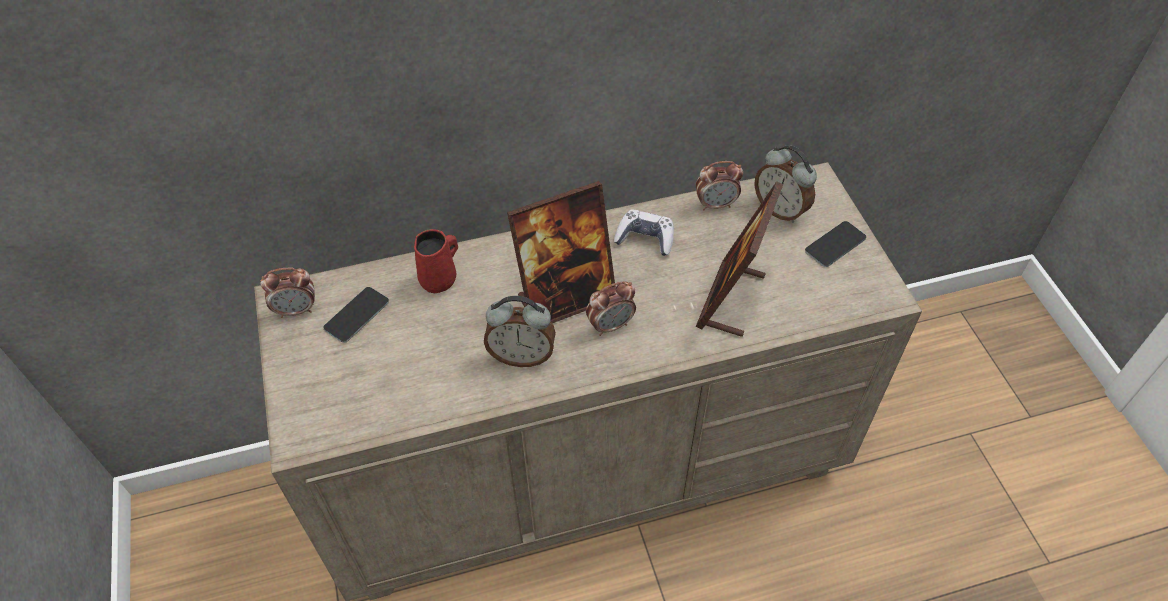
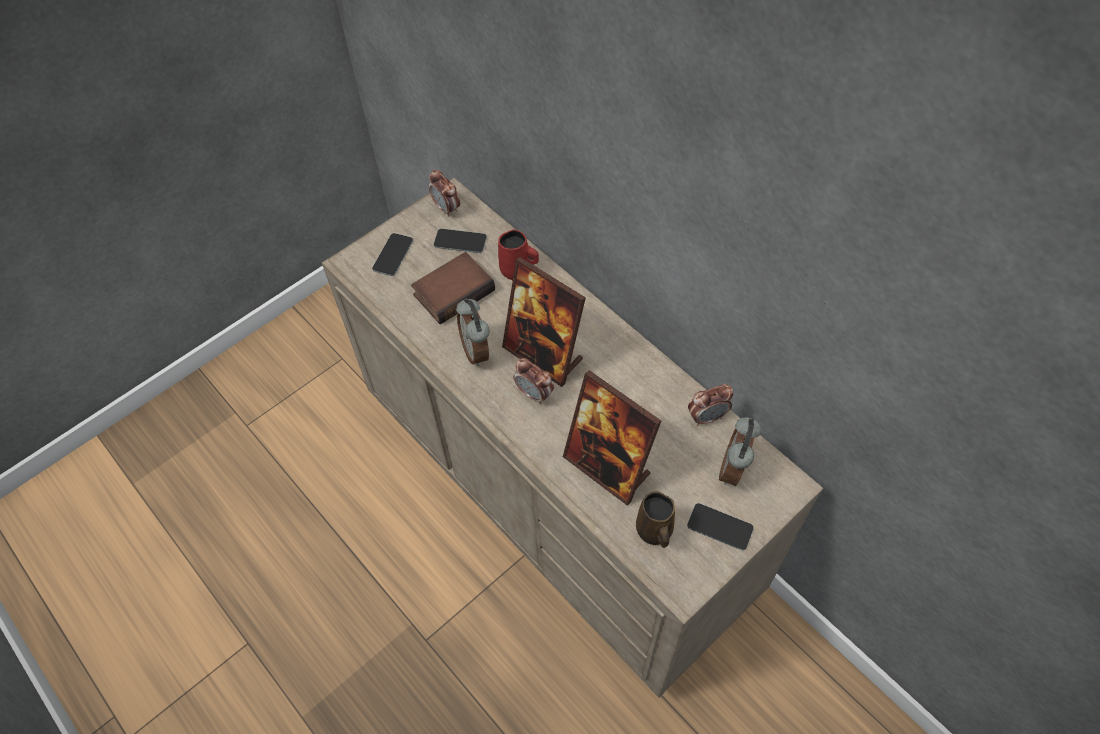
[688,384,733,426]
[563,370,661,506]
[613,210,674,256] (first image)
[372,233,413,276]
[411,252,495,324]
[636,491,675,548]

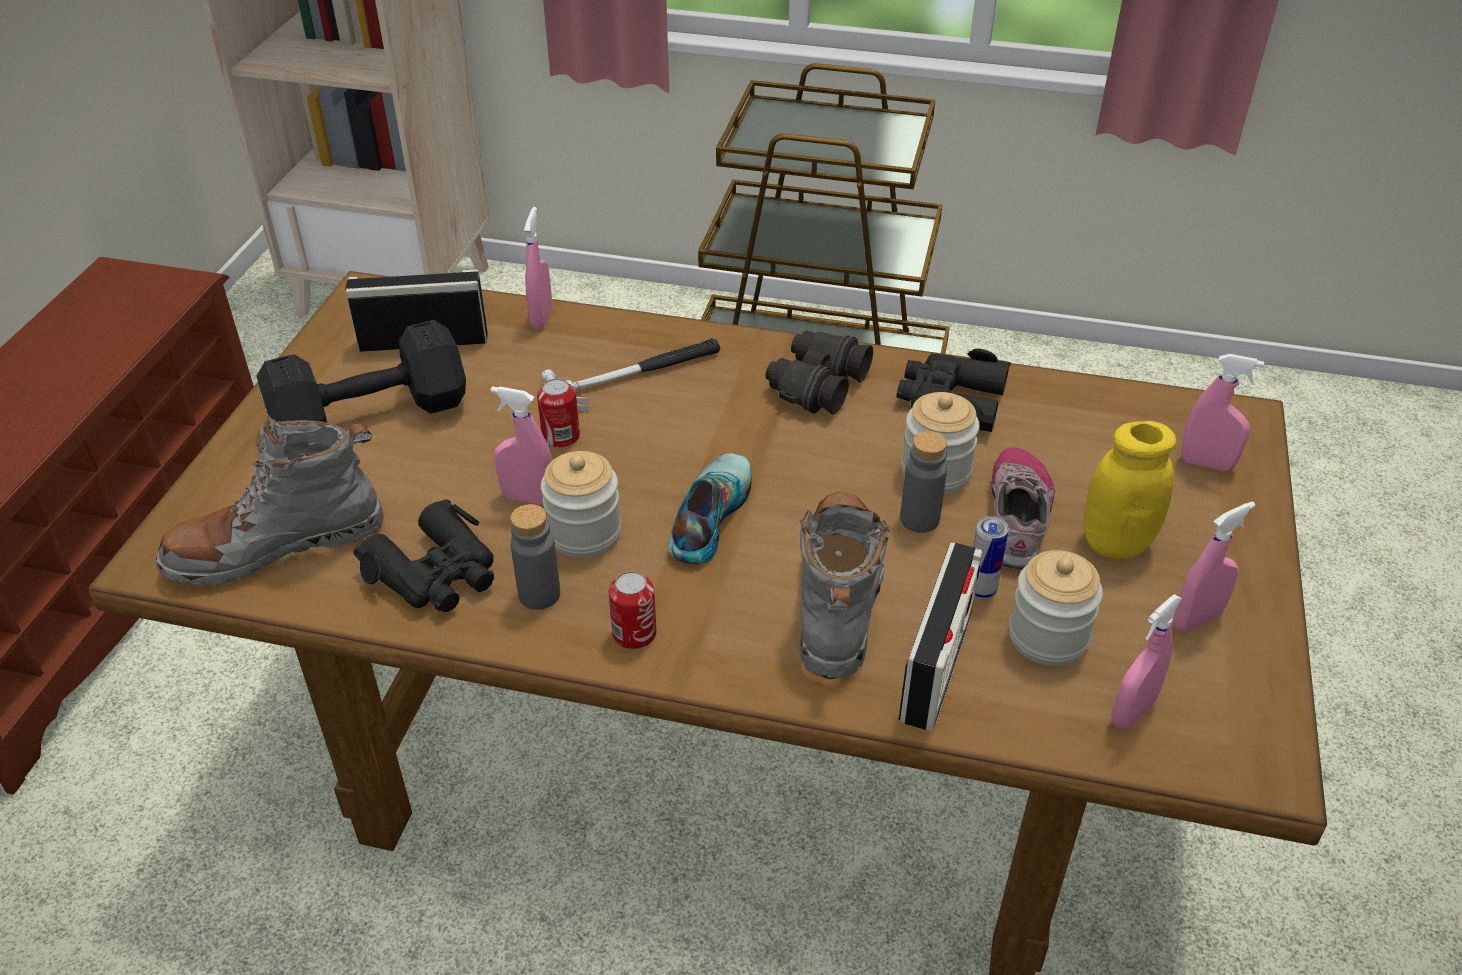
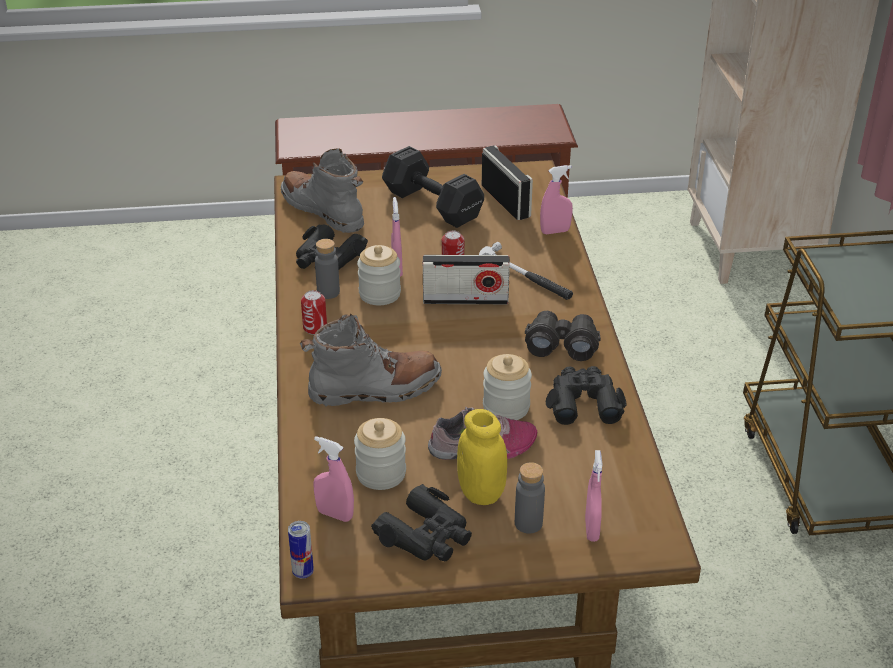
[515,462,545,534]
[668,453,752,564] (first image)
[371,484,472,561]
[288,521,314,579]
[423,255,510,304]

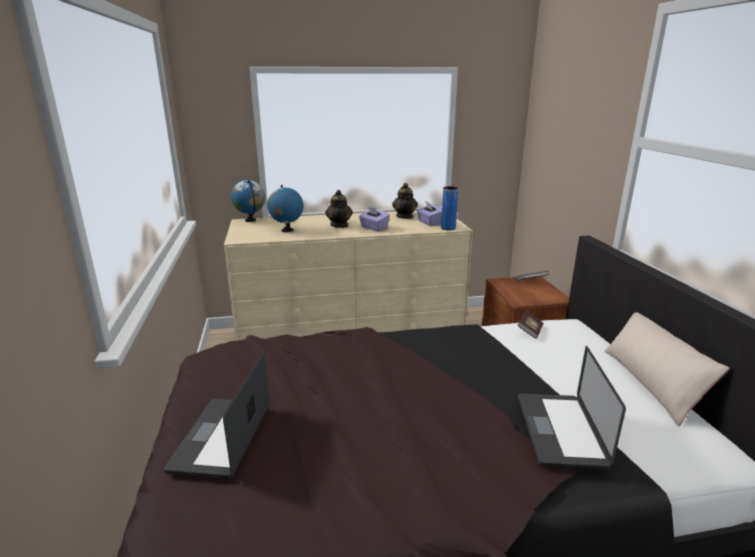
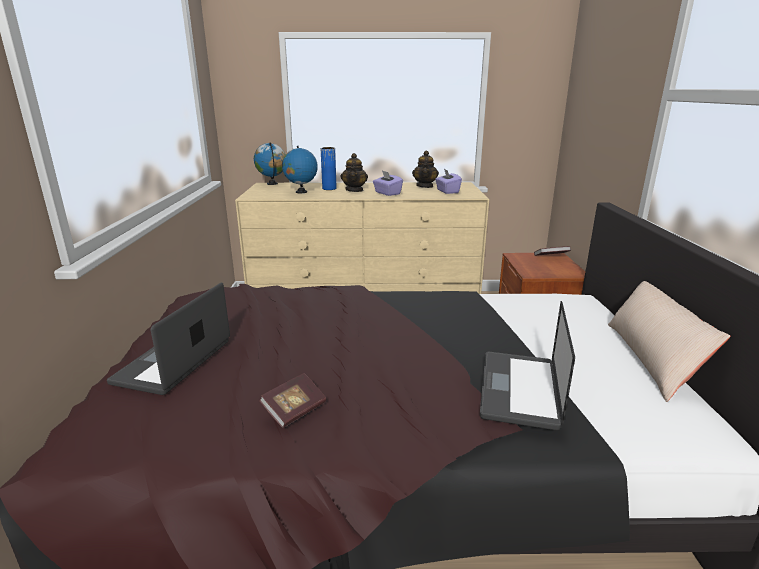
[321,147,337,190]
[259,373,326,428]

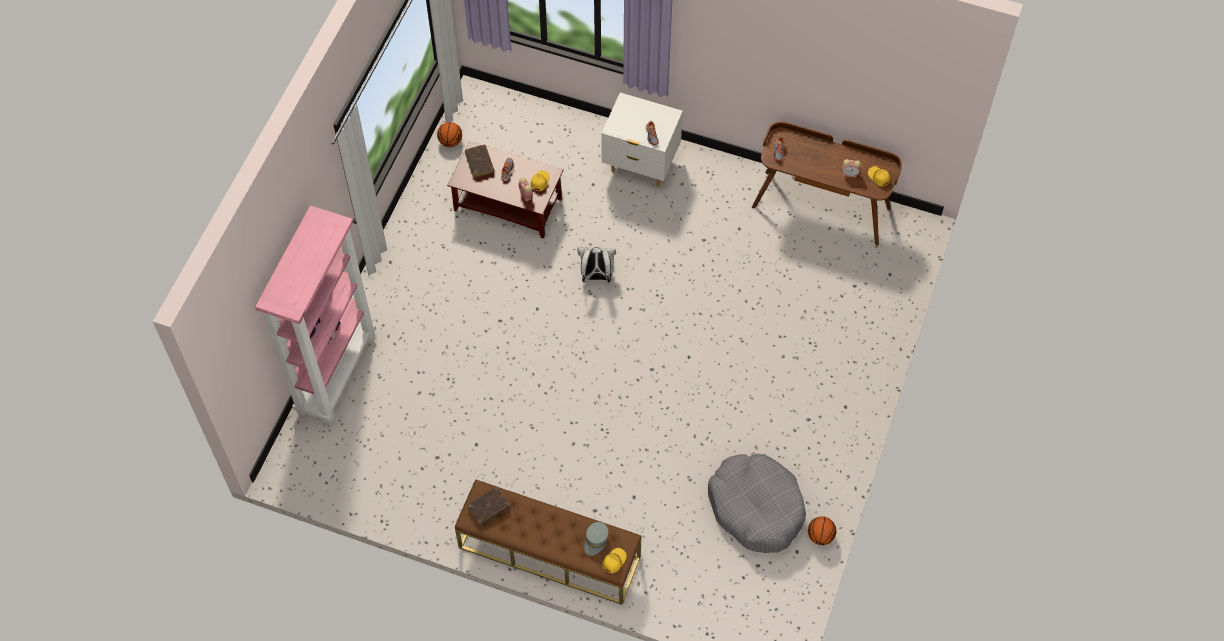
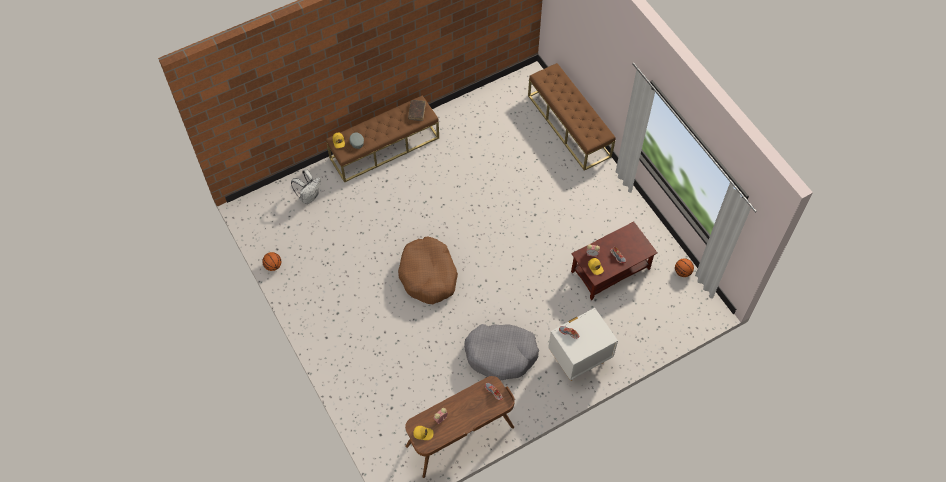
[465,145,494,178] (first image)
[528,63,616,171]
[291,169,321,204]
[464,324,539,380]
[398,236,458,304]

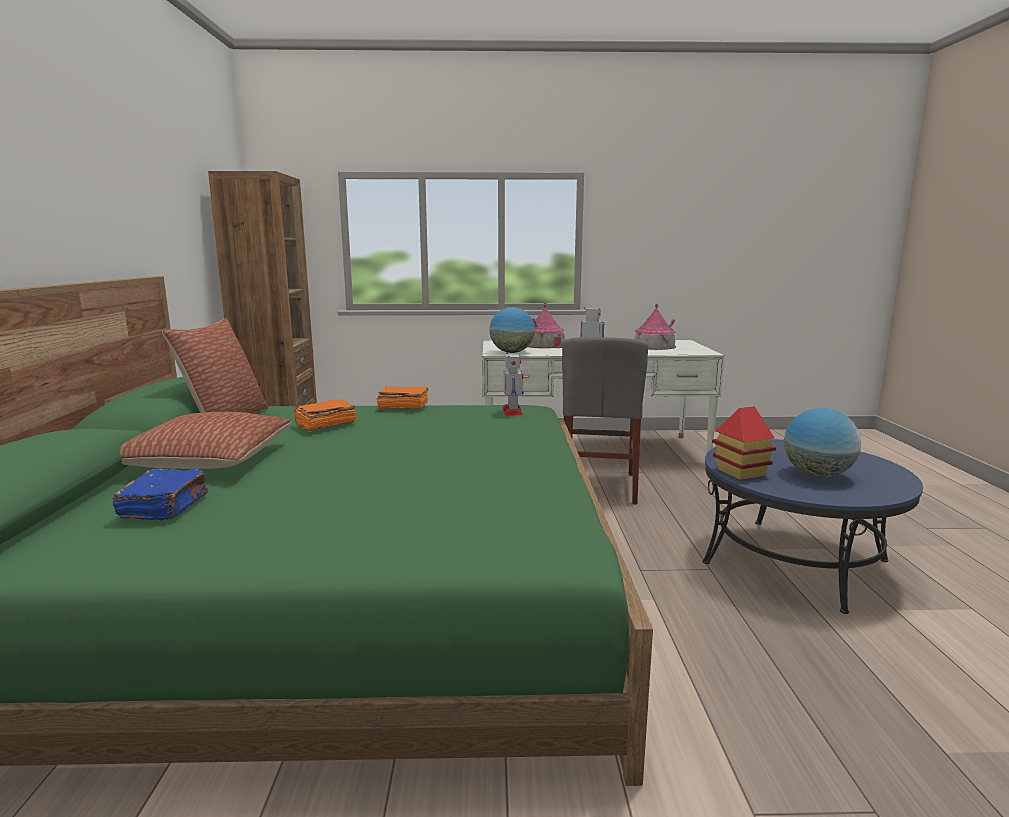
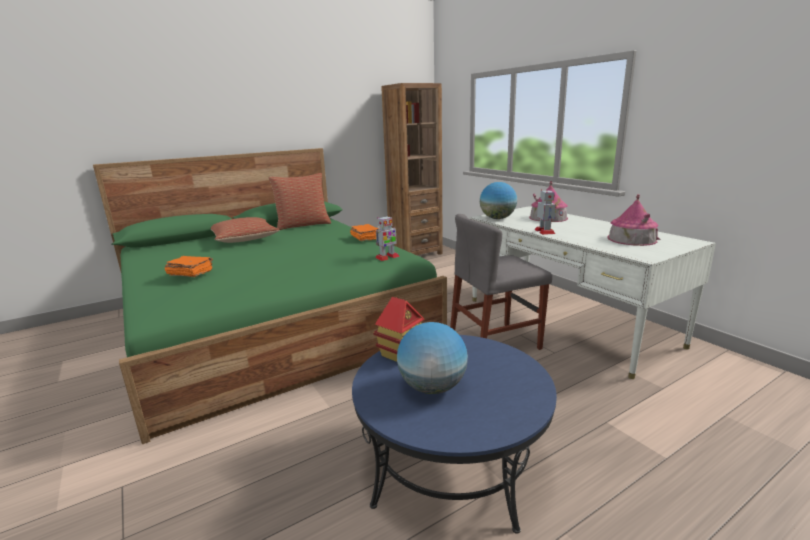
[165,256,213,277]
[112,469,208,520] (first image)

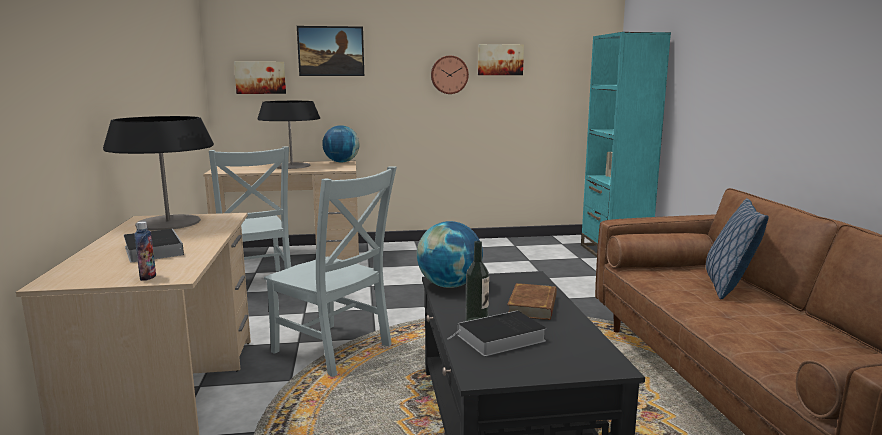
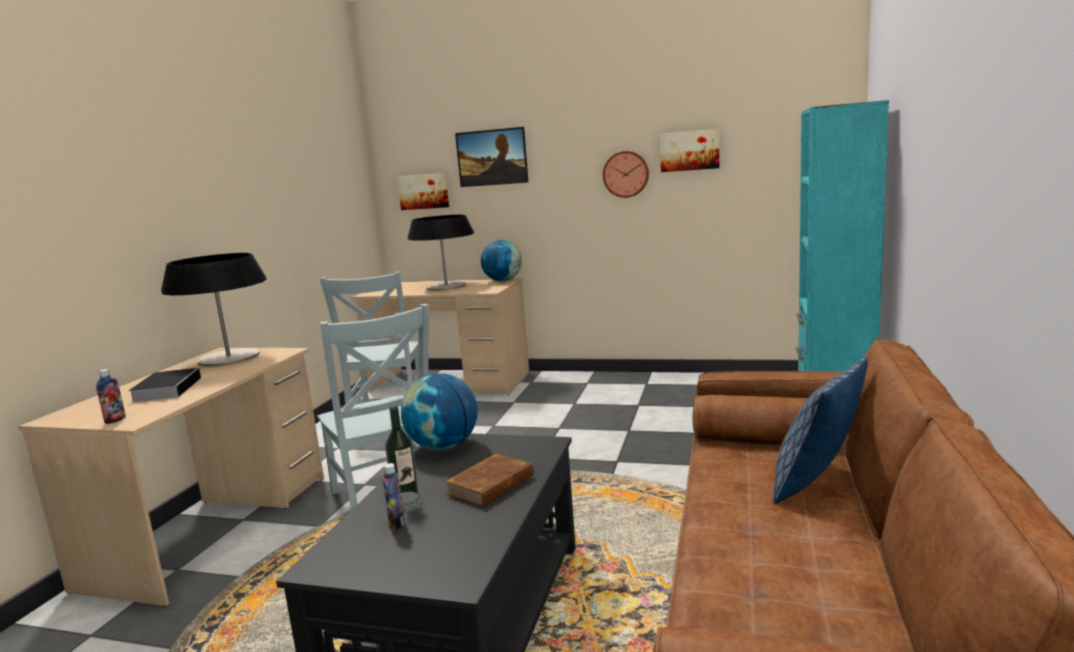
[383,463,405,530]

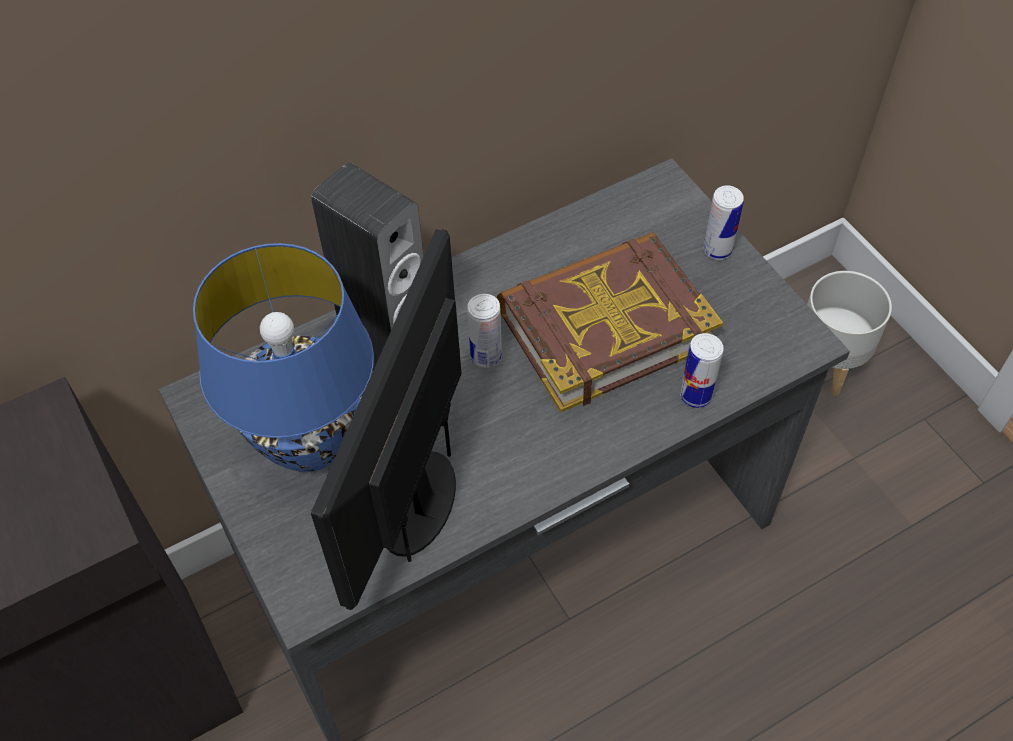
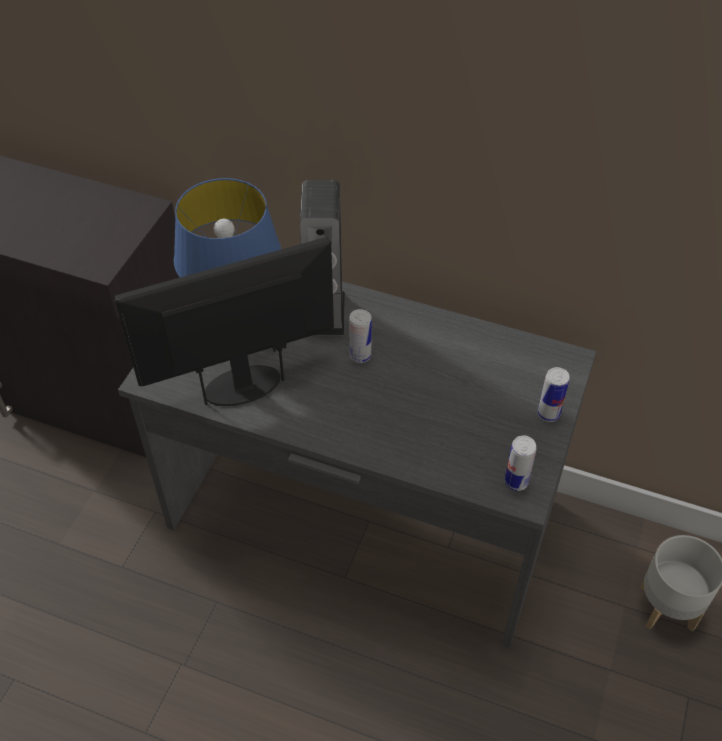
[497,232,723,412] (first image)
[505,435,536,491]

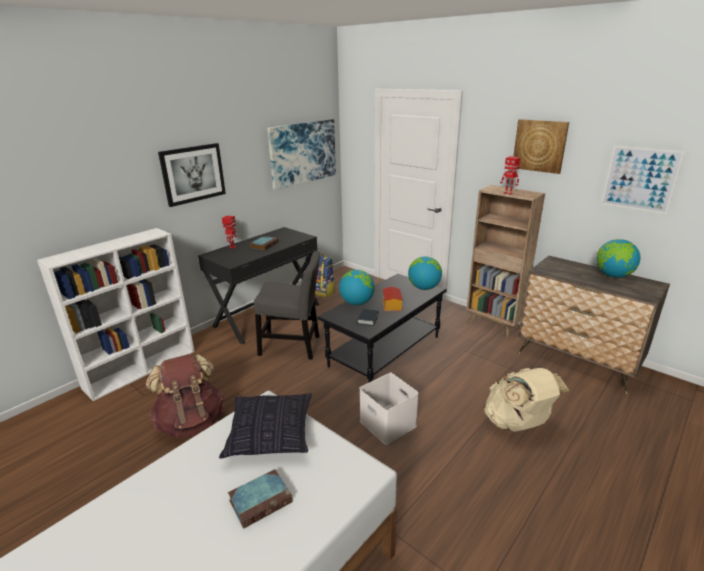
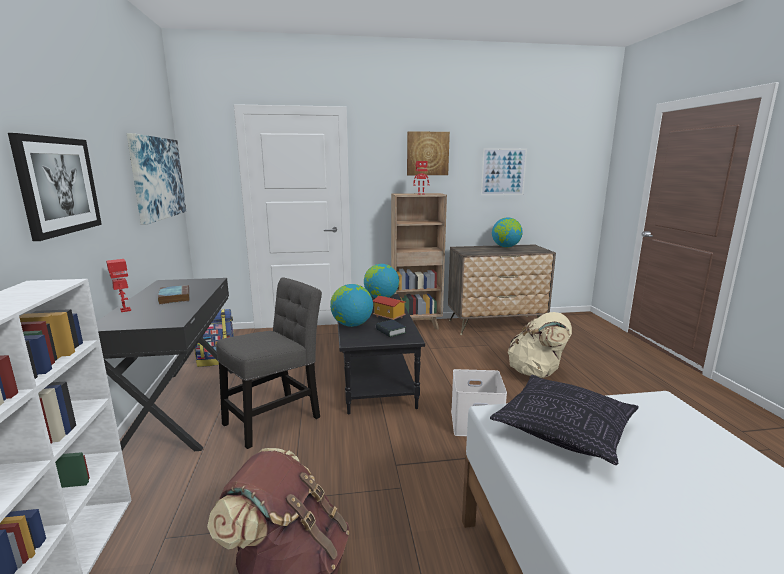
[228,469,292,529] (first image)

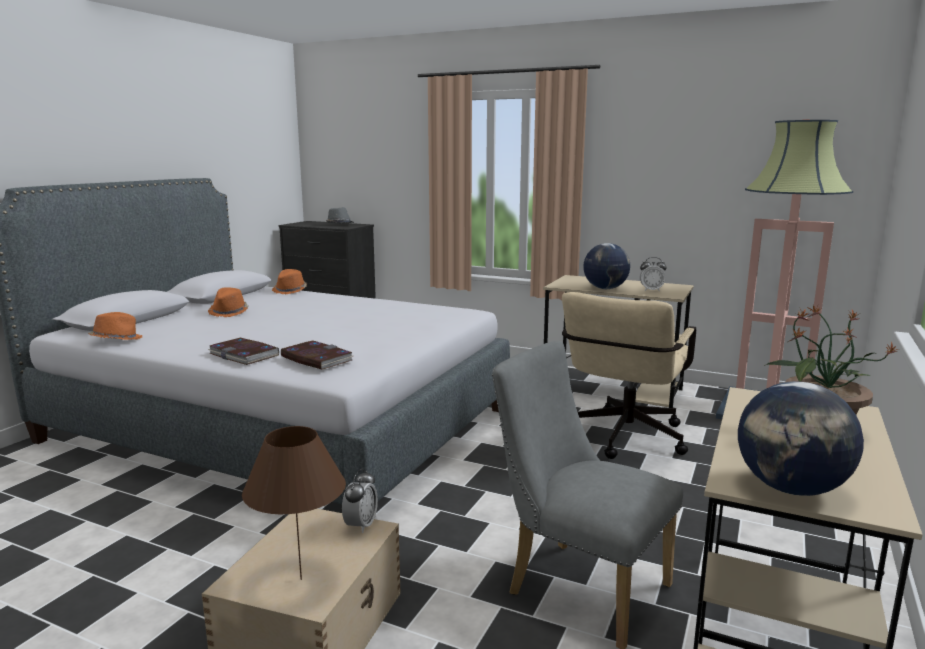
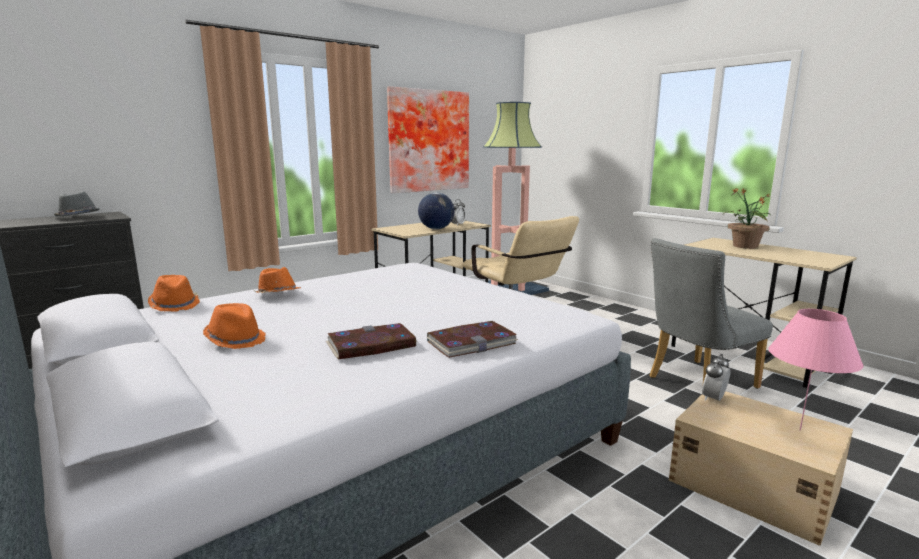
[254,267,301,293]
[326,323,417,359]
[738,381,864,496] (first image)
[768,309,864,431]
[702,354,731,401]
[387,86,469,193]

